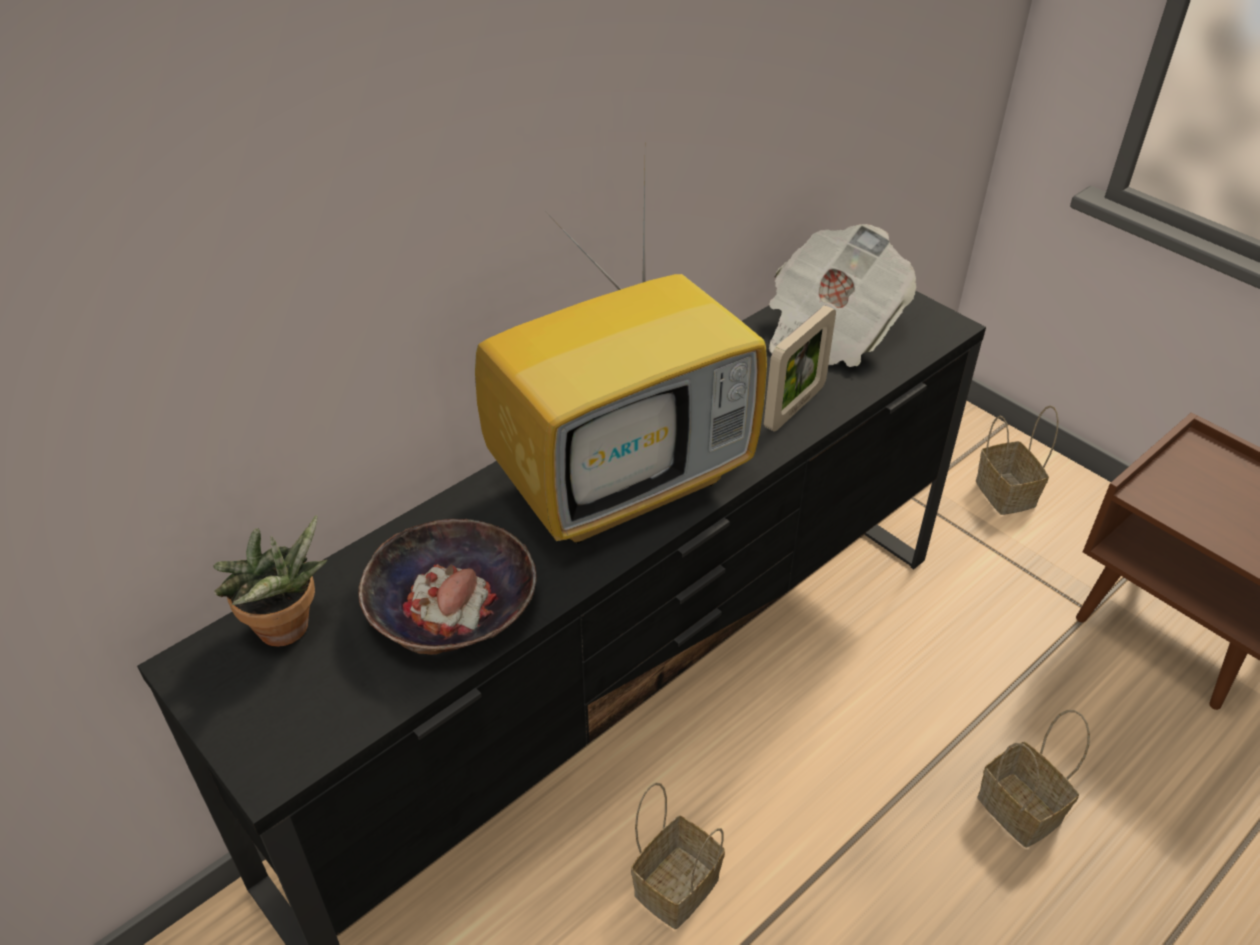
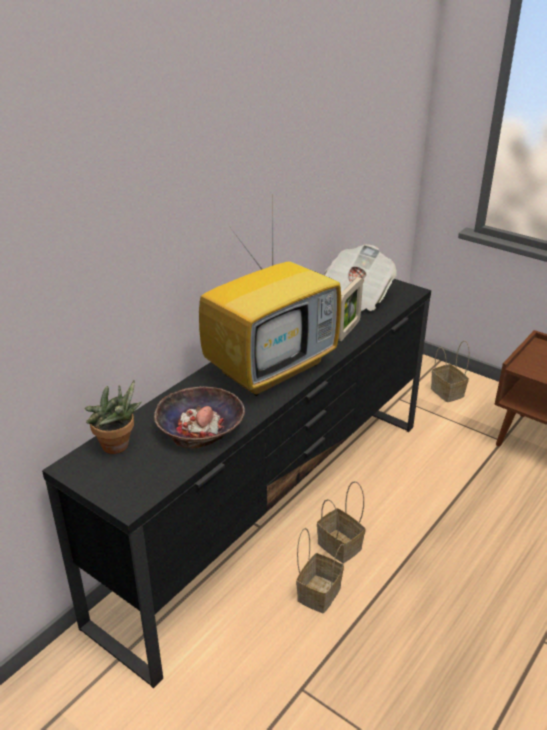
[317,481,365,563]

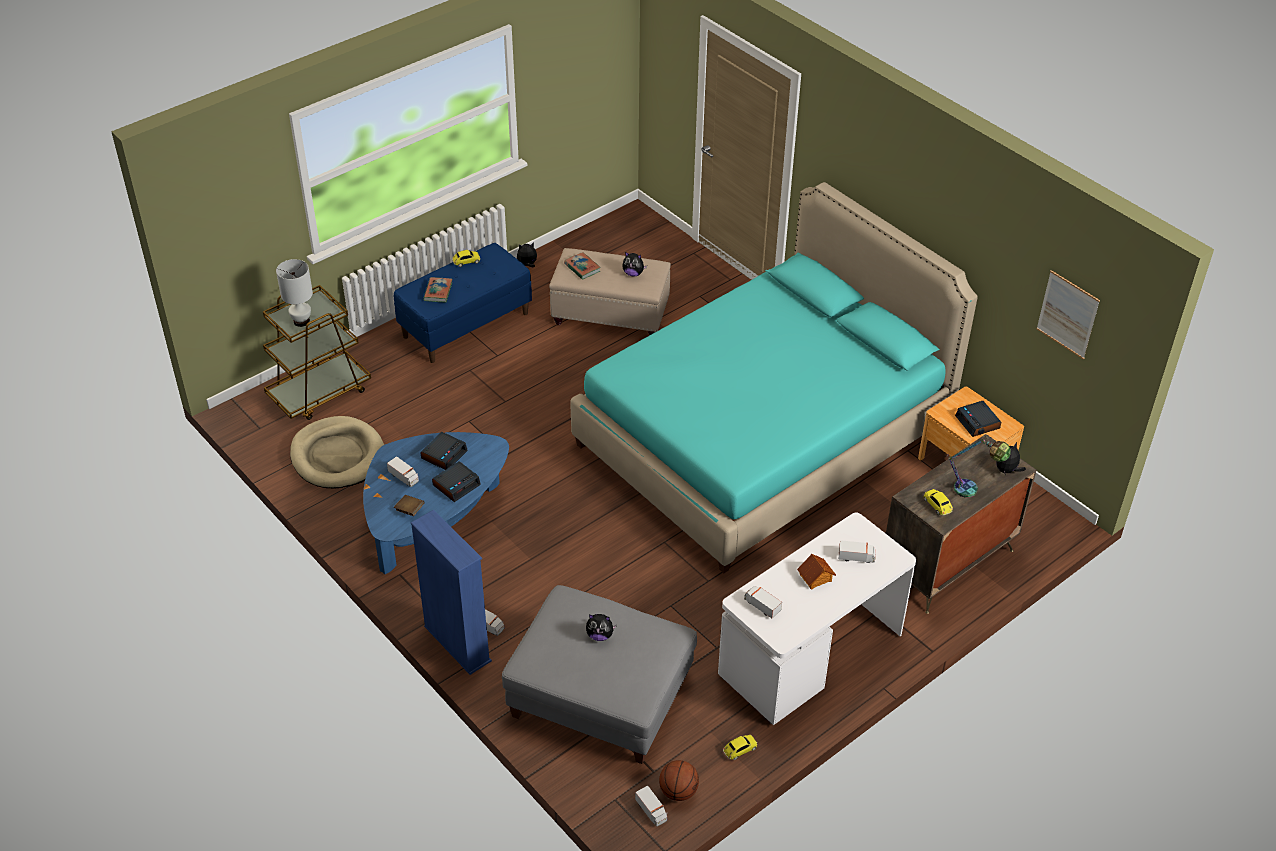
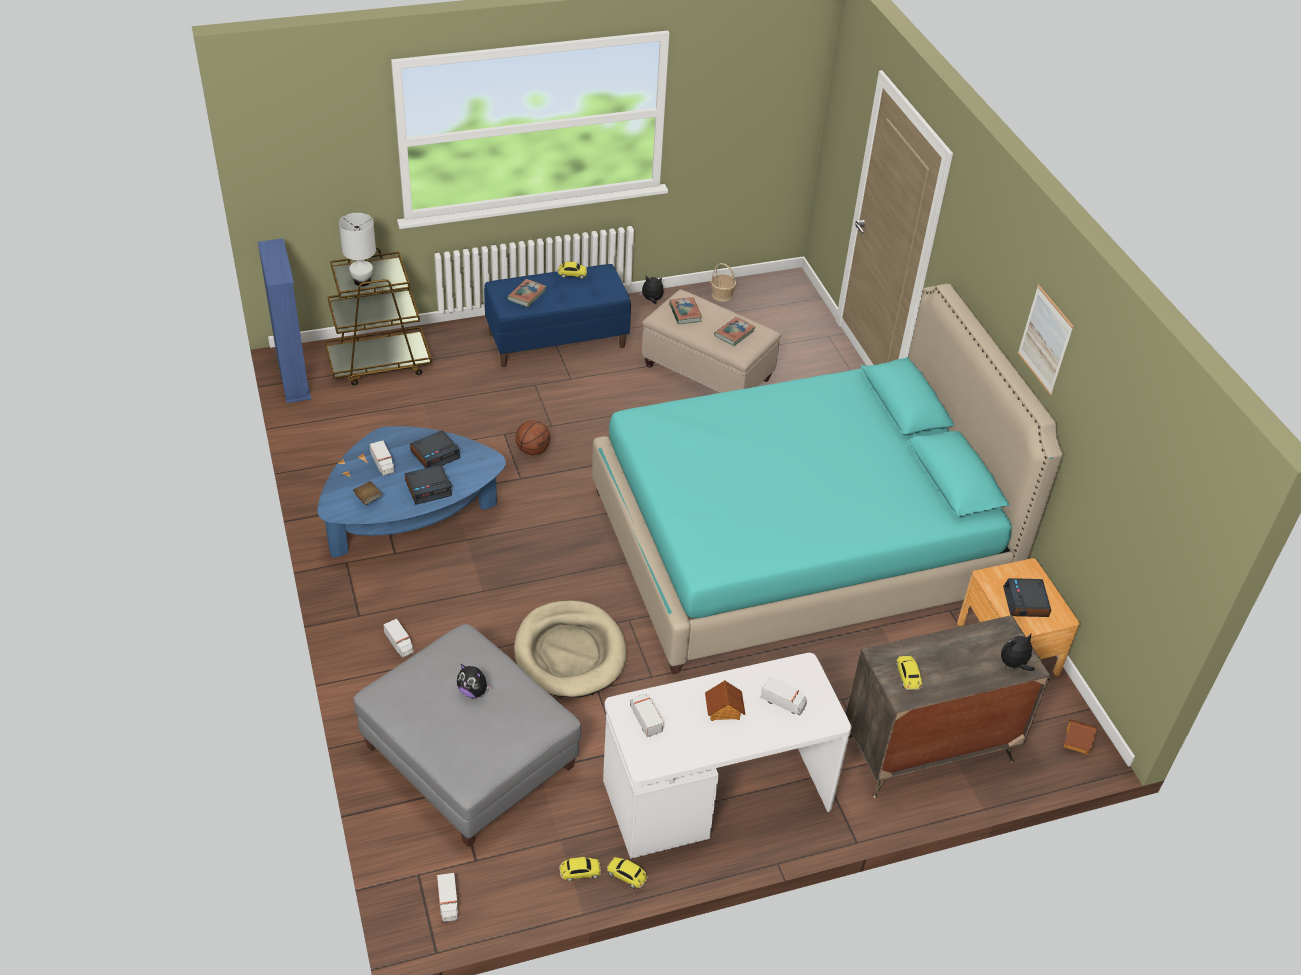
[714,317,755,346]
[1018,284,1074,396]
[514,600,626,698]
[947,436,1011,498] (first image)
[258,238,311,403]
[515,420,550,455]
[711,263,736,302]
[1064,719,1097,754]
[607,857,648,888]

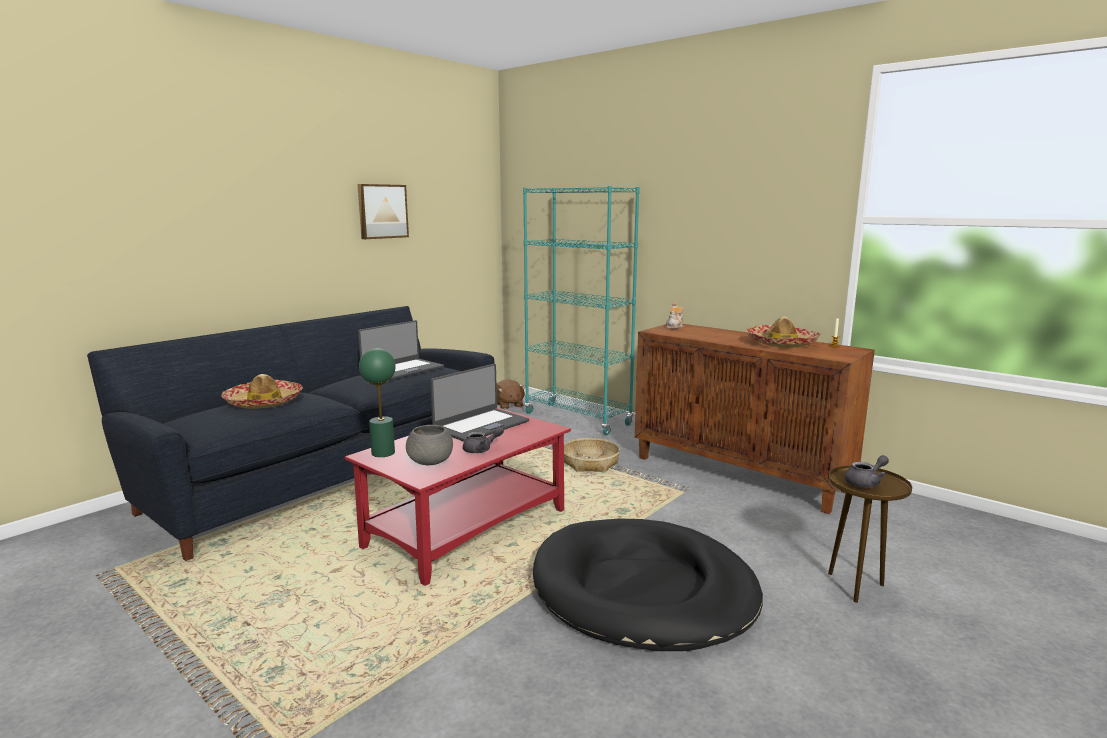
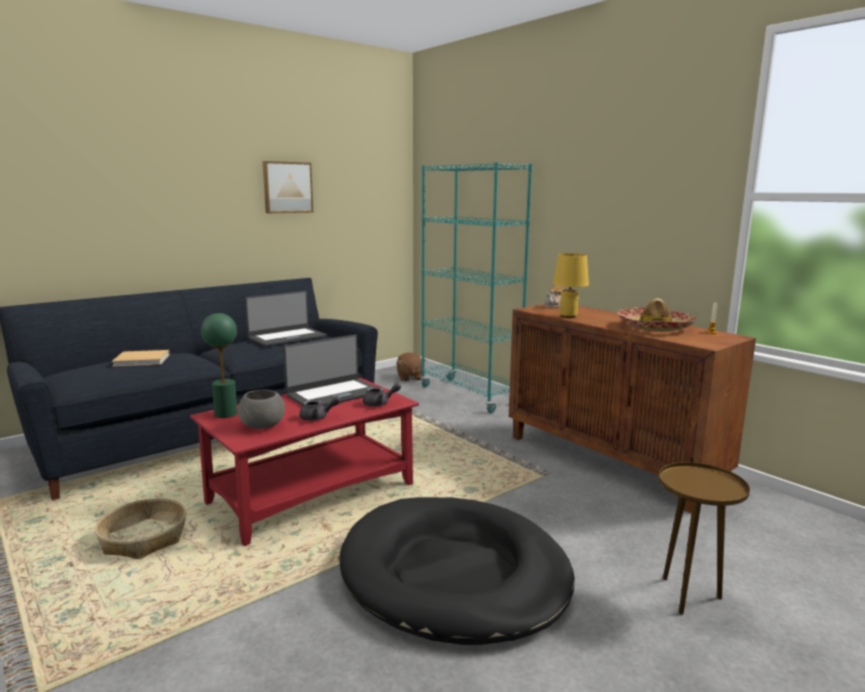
[112,350,170,367]
[95,498,186,559]
[363,383,401,406]
[553,253,589,318]

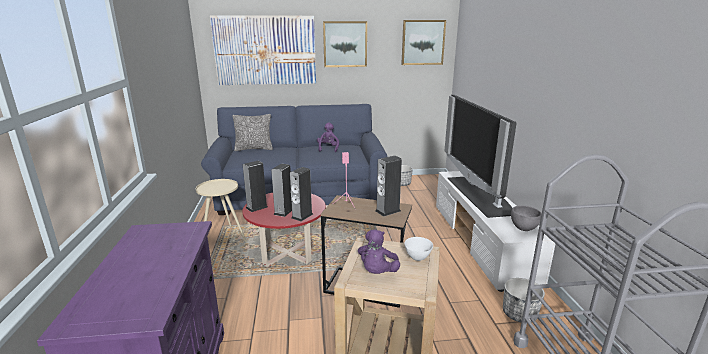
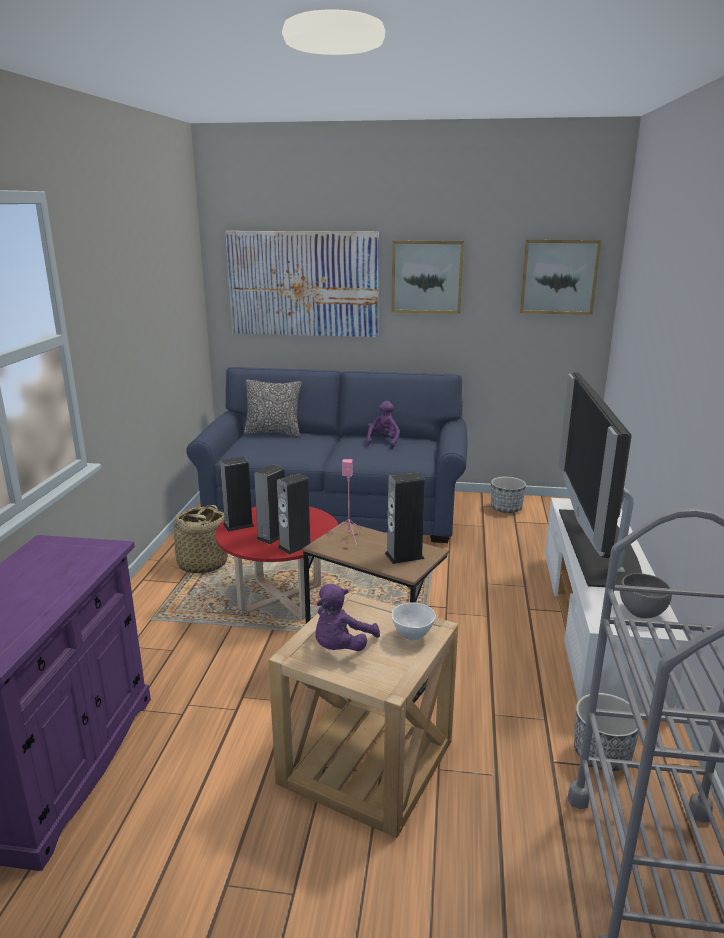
[165,505,228,573]

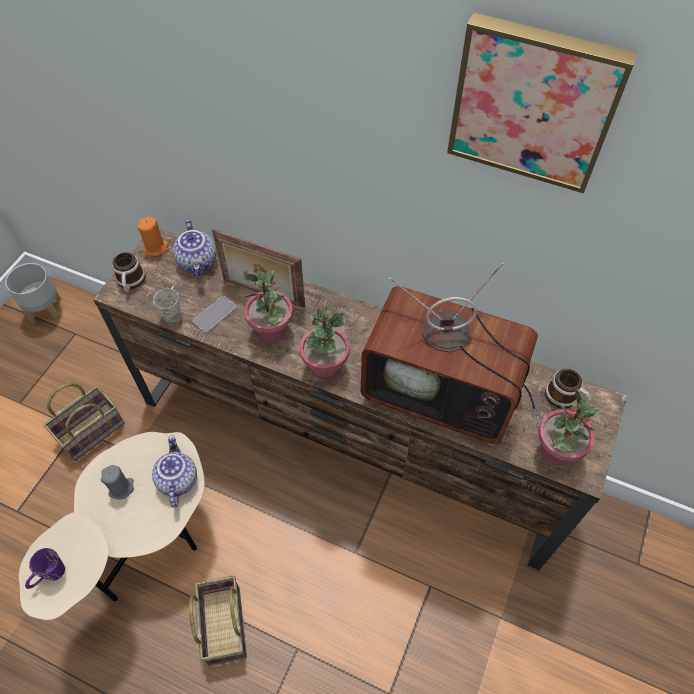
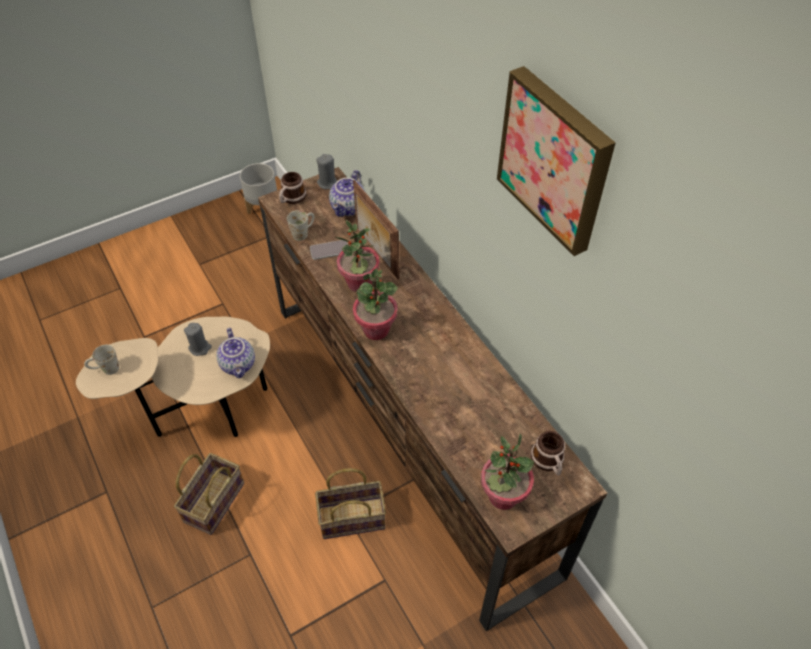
[316,154,337,189]
[360,263,539,444] (first image)
[315,468,386,539]
[216,328,255,378]
[84,345,119,375]

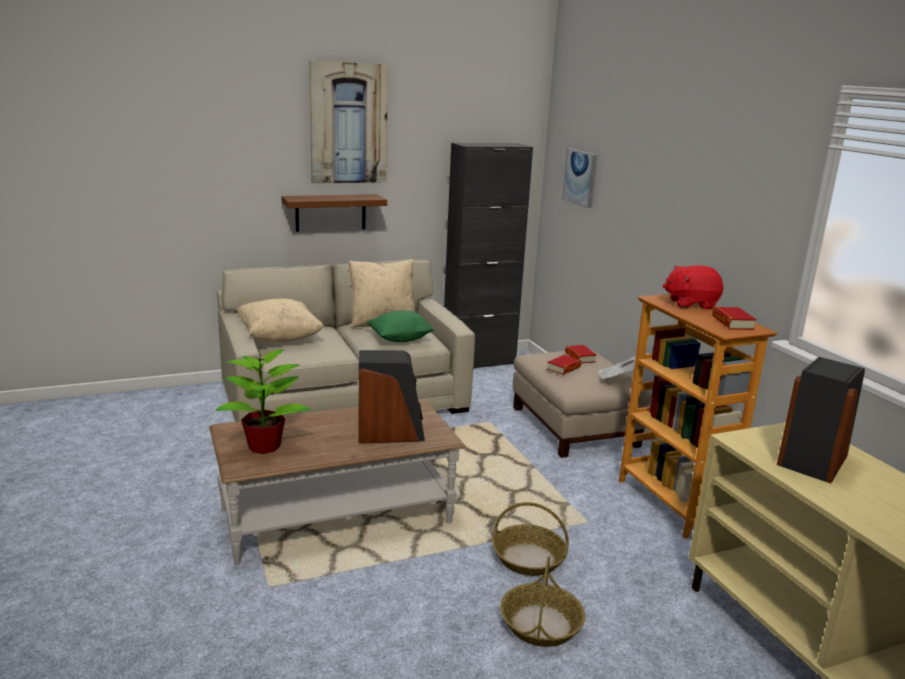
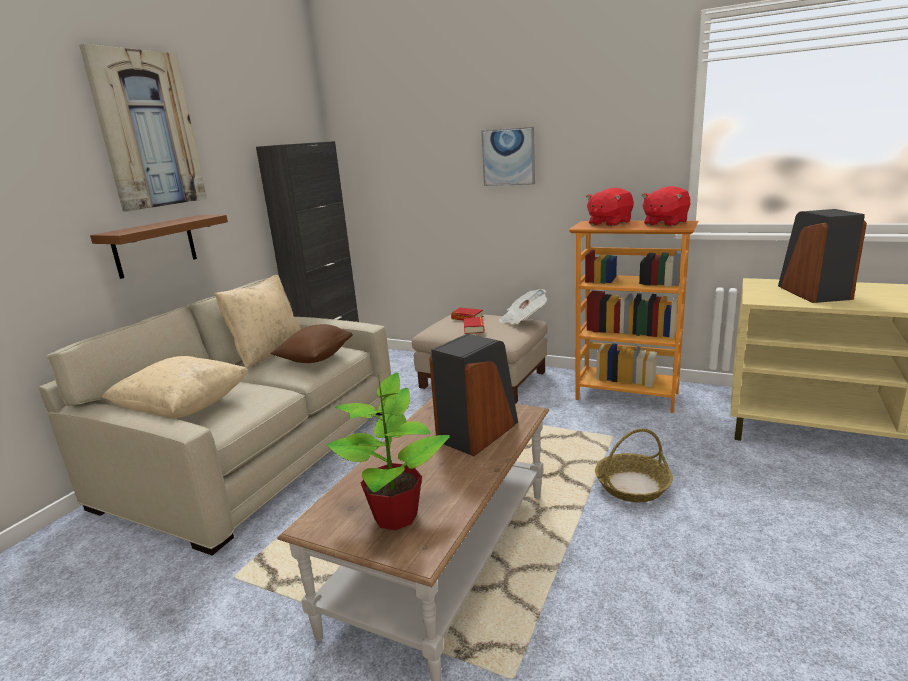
[481,127,535,186]
[641,186,690,227]
[271,324,353,363]
[500,556,585,647] (first image)

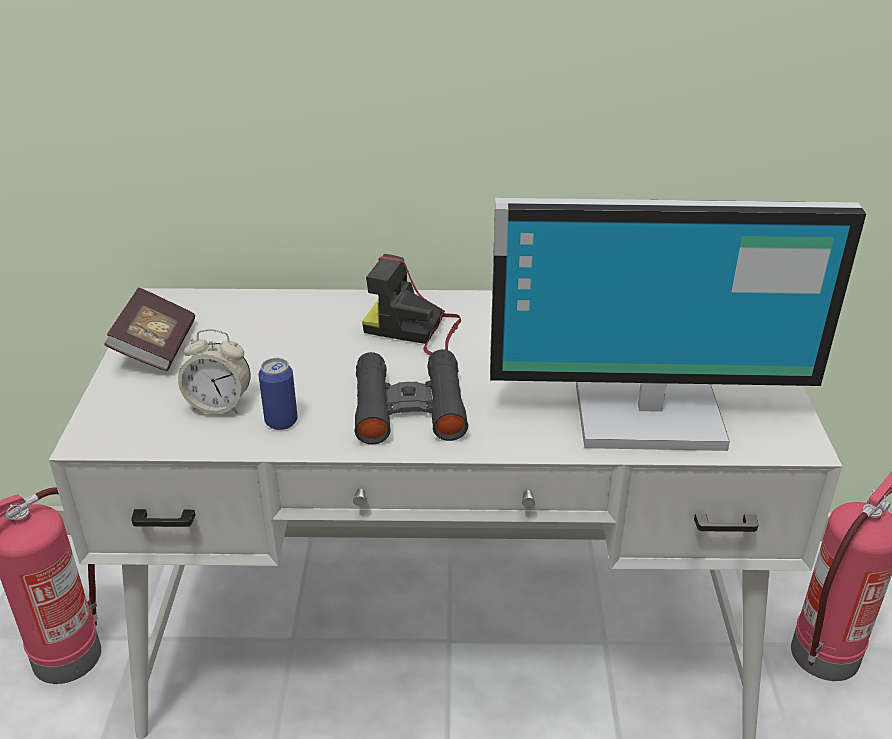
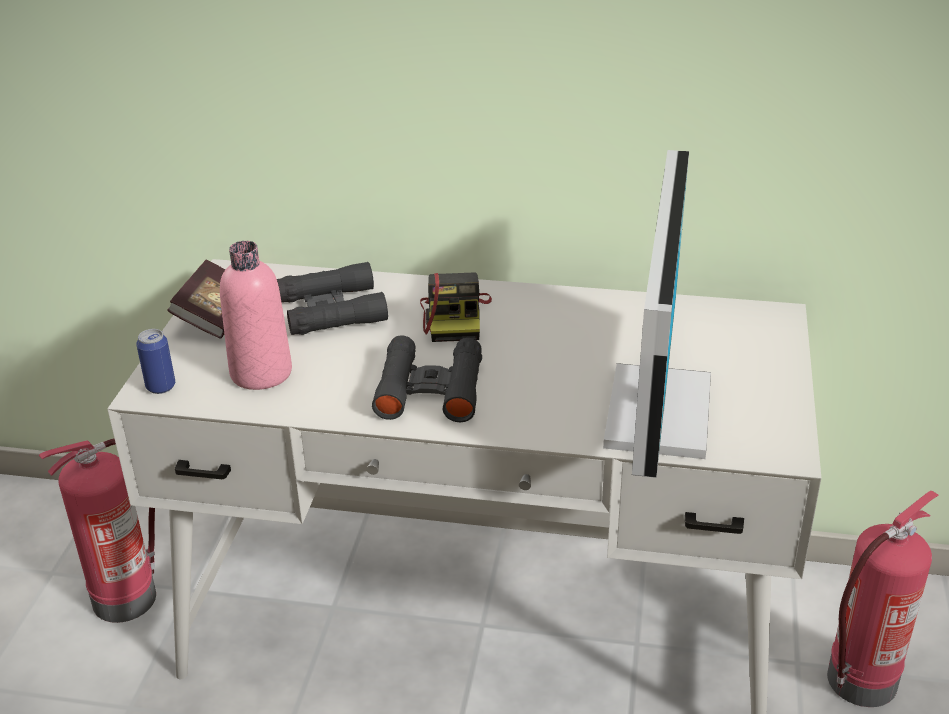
[603,150,711,478]
[420,272,492,342]
[220,241,292,390]
[136,329,175,394]
[277,262,388,335]

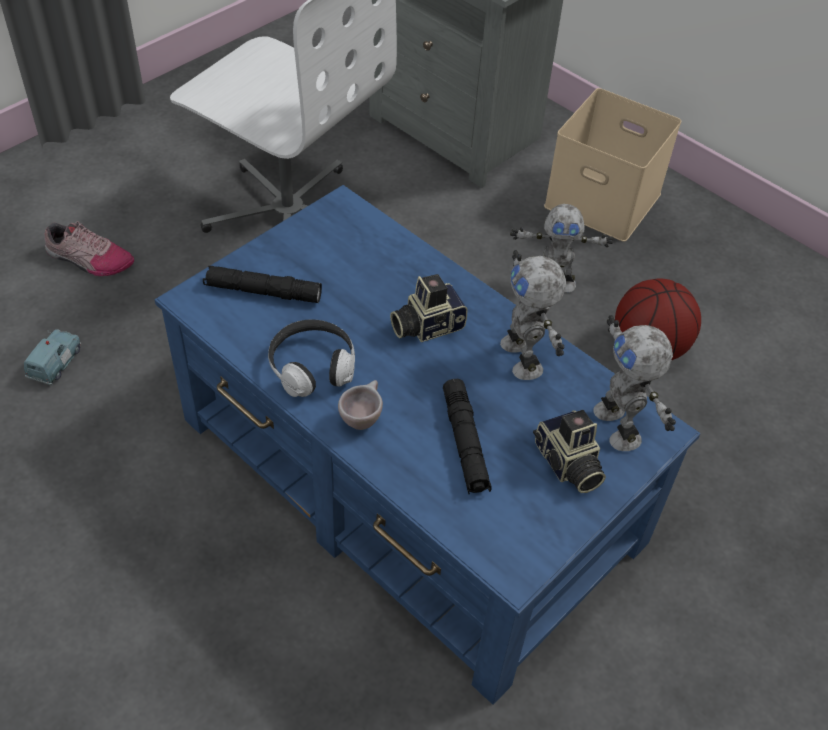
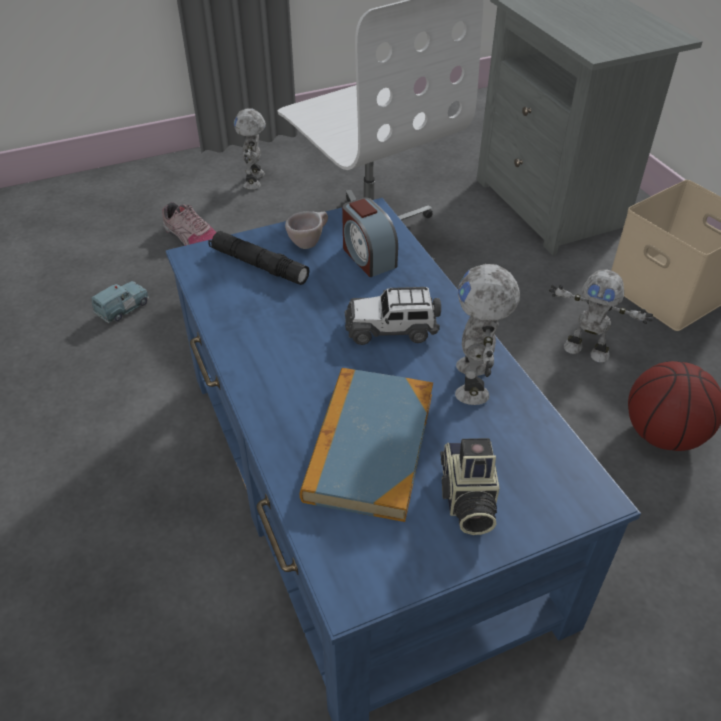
[345,287,441,345]
[234,108,266,190]
[268,319,355,397] (first image)
[300,368,433,522]
[285,211,328,249]
[342,197,398,277]

